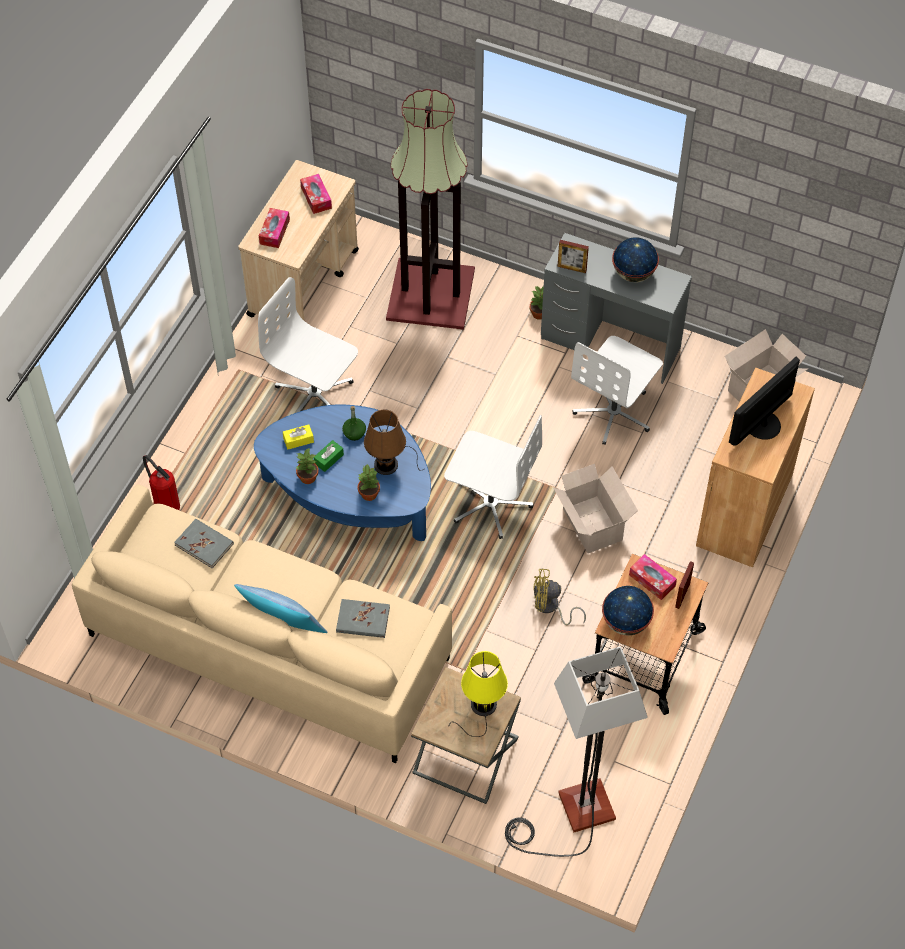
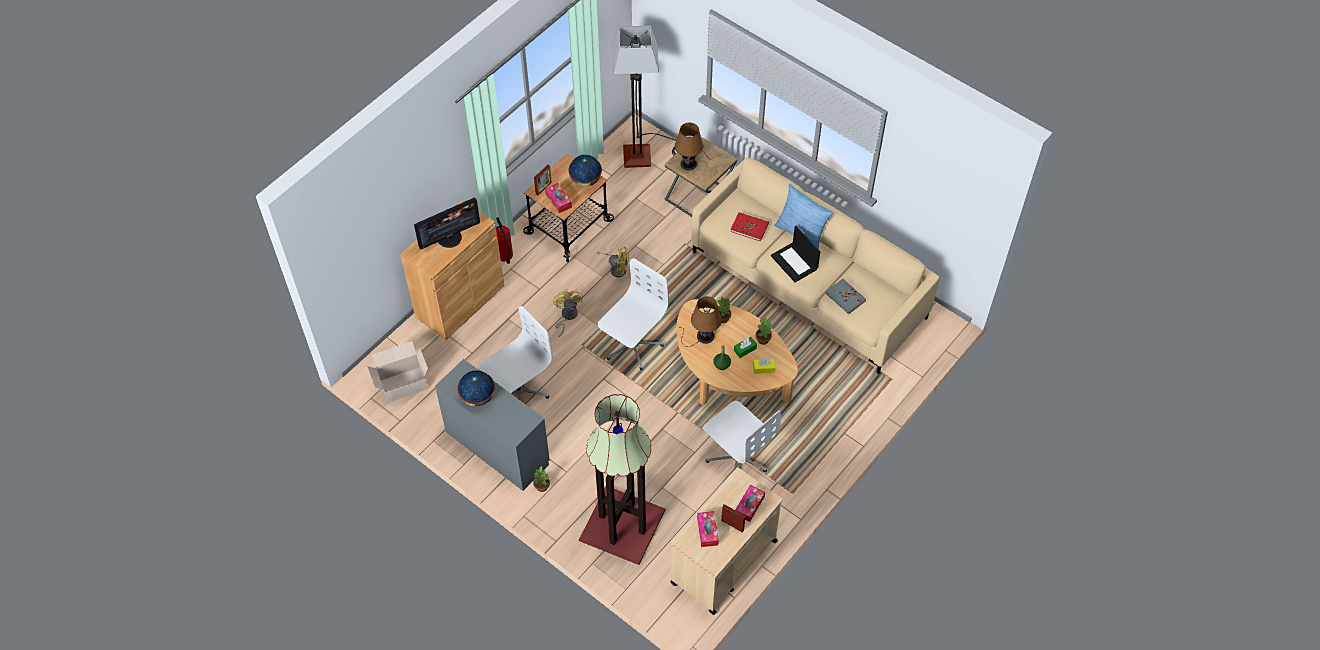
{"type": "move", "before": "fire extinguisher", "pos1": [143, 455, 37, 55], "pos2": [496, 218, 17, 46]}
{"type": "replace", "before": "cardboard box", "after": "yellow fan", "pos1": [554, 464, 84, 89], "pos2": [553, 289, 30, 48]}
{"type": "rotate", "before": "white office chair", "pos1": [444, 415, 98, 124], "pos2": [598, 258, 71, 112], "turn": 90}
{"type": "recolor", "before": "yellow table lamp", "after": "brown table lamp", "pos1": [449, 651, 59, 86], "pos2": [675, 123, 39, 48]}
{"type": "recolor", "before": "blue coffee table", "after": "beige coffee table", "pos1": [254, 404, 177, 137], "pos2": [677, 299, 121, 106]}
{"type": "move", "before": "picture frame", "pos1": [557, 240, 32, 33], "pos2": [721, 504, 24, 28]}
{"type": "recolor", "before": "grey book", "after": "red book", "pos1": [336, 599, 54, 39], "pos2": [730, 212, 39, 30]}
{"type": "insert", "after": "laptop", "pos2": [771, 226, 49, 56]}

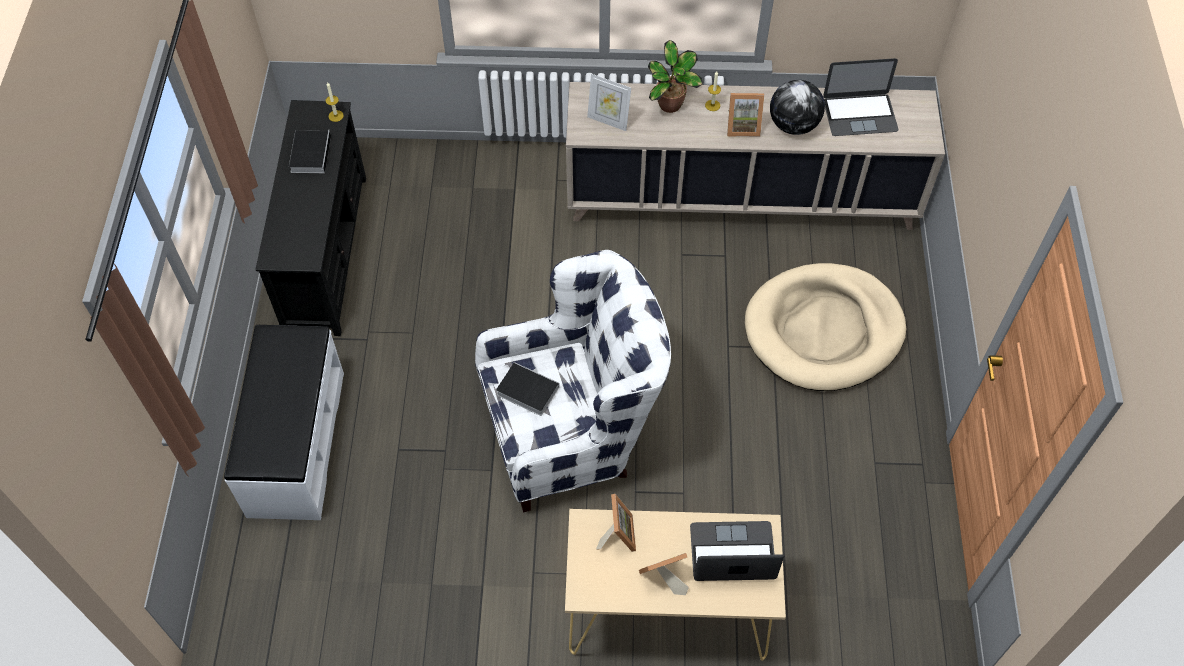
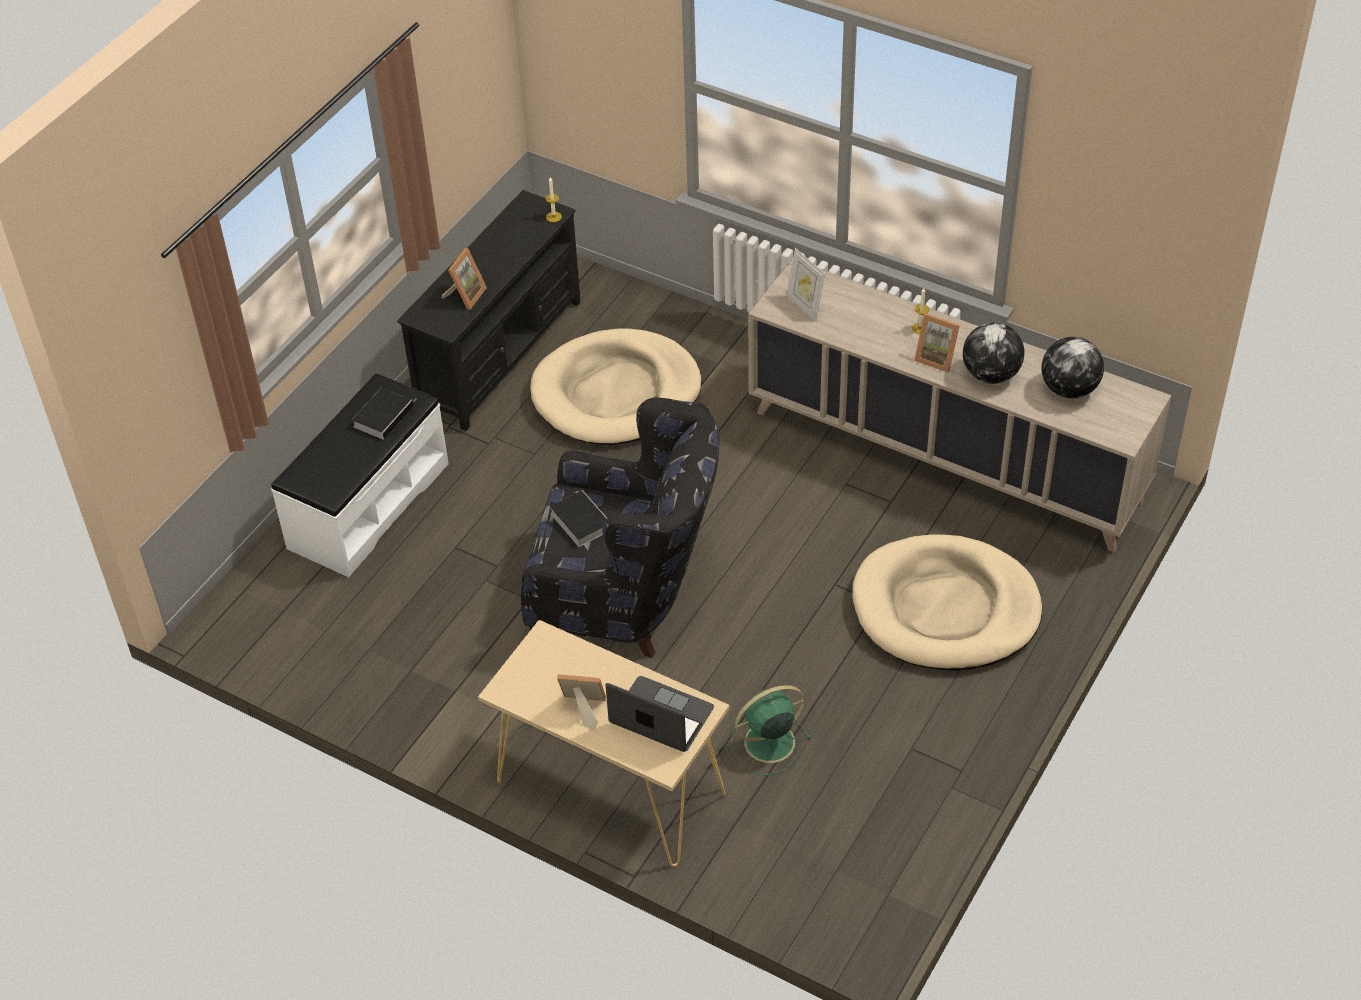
{"type": "move", "before": "book", "pos1": [289, 129, 42, 44], "pos2": [352, 388, 65, 52]}
{"type": "move", "before": "picture frame", "pos1": [596, 494, 40, 58], "pos2": [442, 248, 45, 62]}
{"type": "recolor", "before": "white armchair", "after": "black armchair", "pos1": [475, 250, 196, 263], "pos2": [521, 397, 198, 261]}
{"type": "insert", "after": "beige dog bed", "pos2": [530, 328, 172, 117]}
{"type": "insert", "after": "green fan", "pos2": [731, 685, 80, 91]}
{"type": "replace", "before": "laptop", "after": "globe", "pos1": [823, 58, 75, 78], "pos2": [1042, 337, 62, 62]}
{"type": "delete", "before": "potted plant", "pos1": [648, 40, 55, 73]}

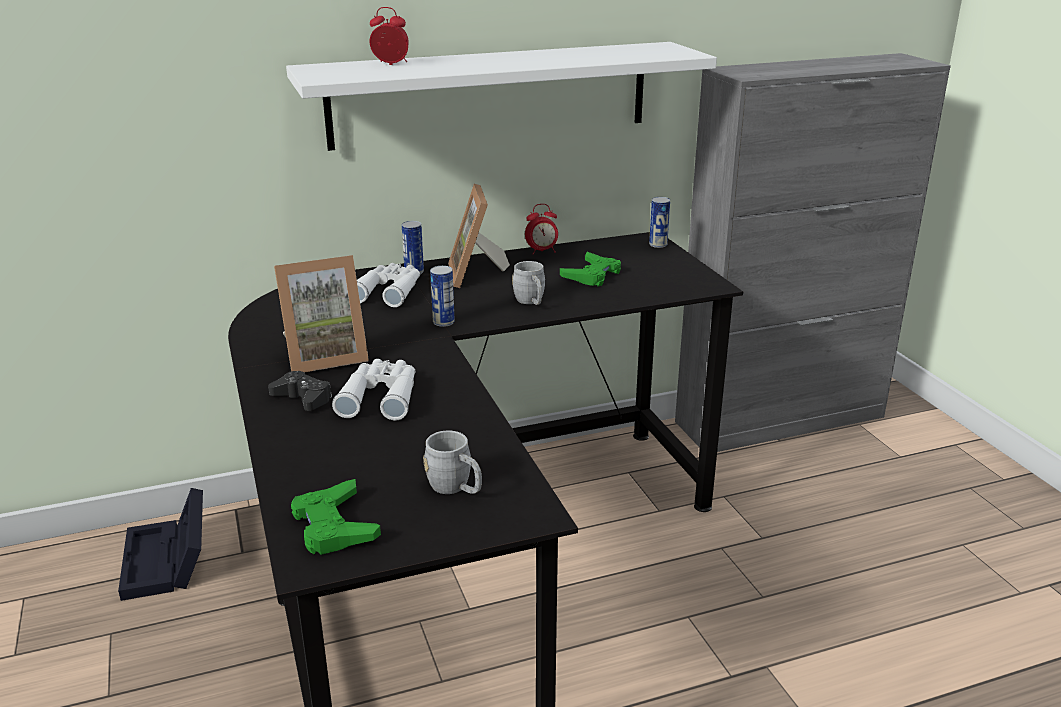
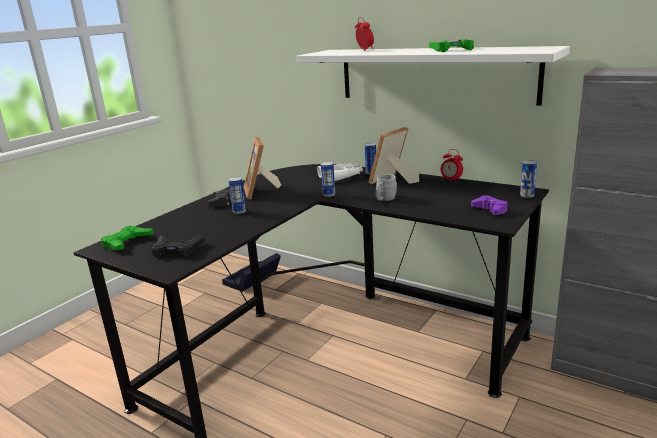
{"type": "replace", "before": "grey mug", "after": "black game controller", "pos1": [423, 430, 59, 64], "pos2": [151, 234, 53, 23]}
{"type": "replace", "before": "white binoculars", "after": "can", "pos1": [332, 359, 84, 61], "pos2": [228, 177, 18, 37]}
{"type": "rotate", "before": "picture frame", "pos1": [274, 255, 95, 117], "pos2": [244, 136, 37, 63], "turn": 45}
{"type": "move", "before": "green game controller", "pos1": [560, 252, 61, 34], "pos2": [429, 39, 45, 13]}
{"type": "insert", "after": "purple game controller", "pos2": [471, 195, 37, 20]}

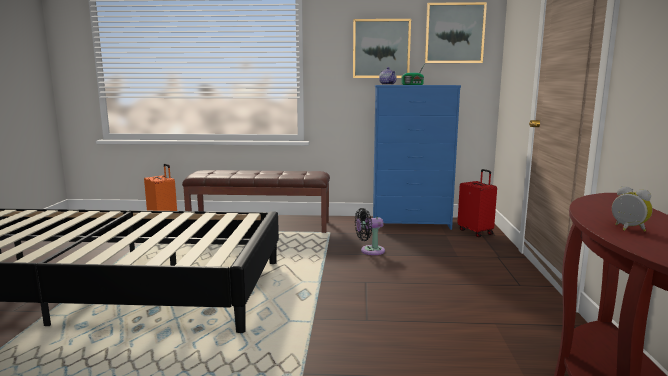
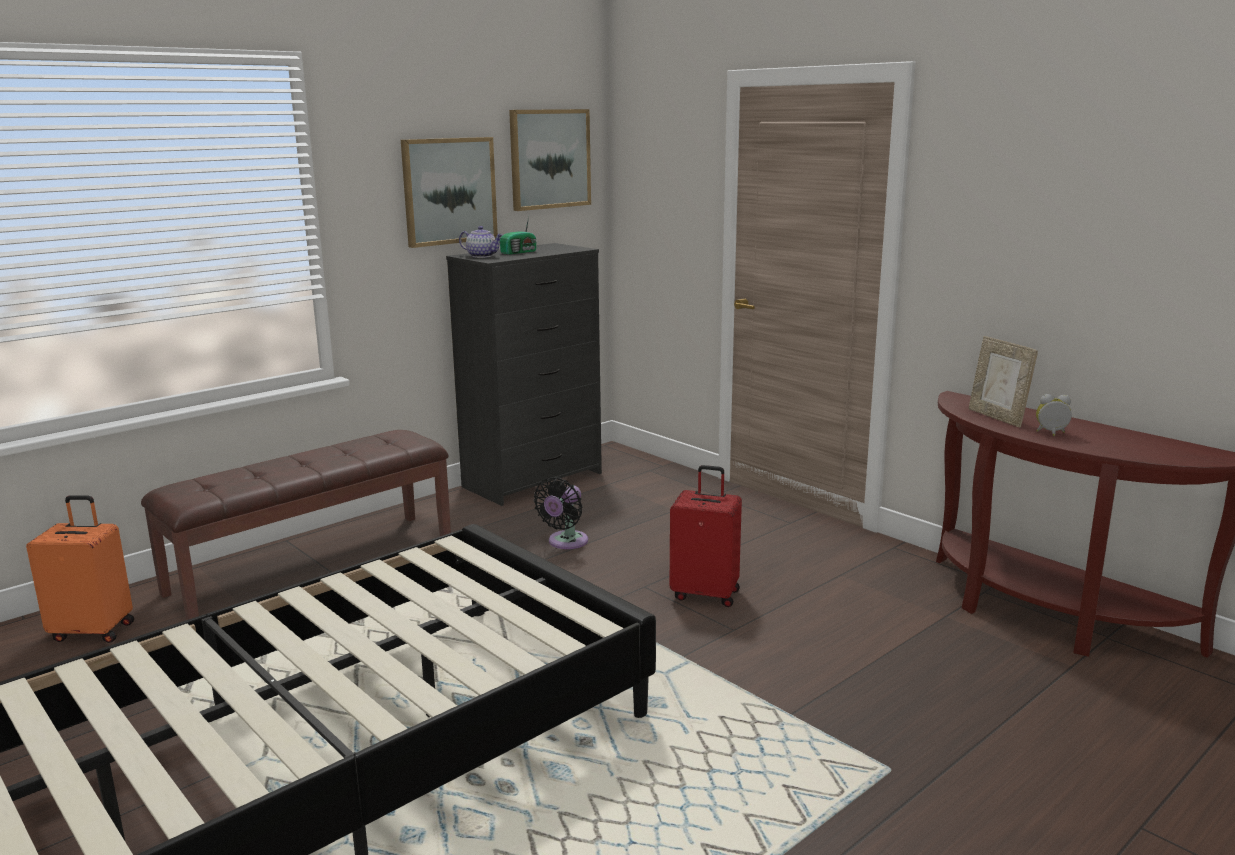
{"type": "recolor", "before": "blue dresser", "after": "black dresser", "pos1": [373, 85, 88, 145], "pos2": [446, 243, 156, 263]}
{"type": "move", "before": "red suitcase", "pos1": [457, 169, 40, 68], "pos2": [670, 465, 72, 142]}
{"type": "insert", "after": "picture frame", "pos2": [969, 336, 69, 91]}

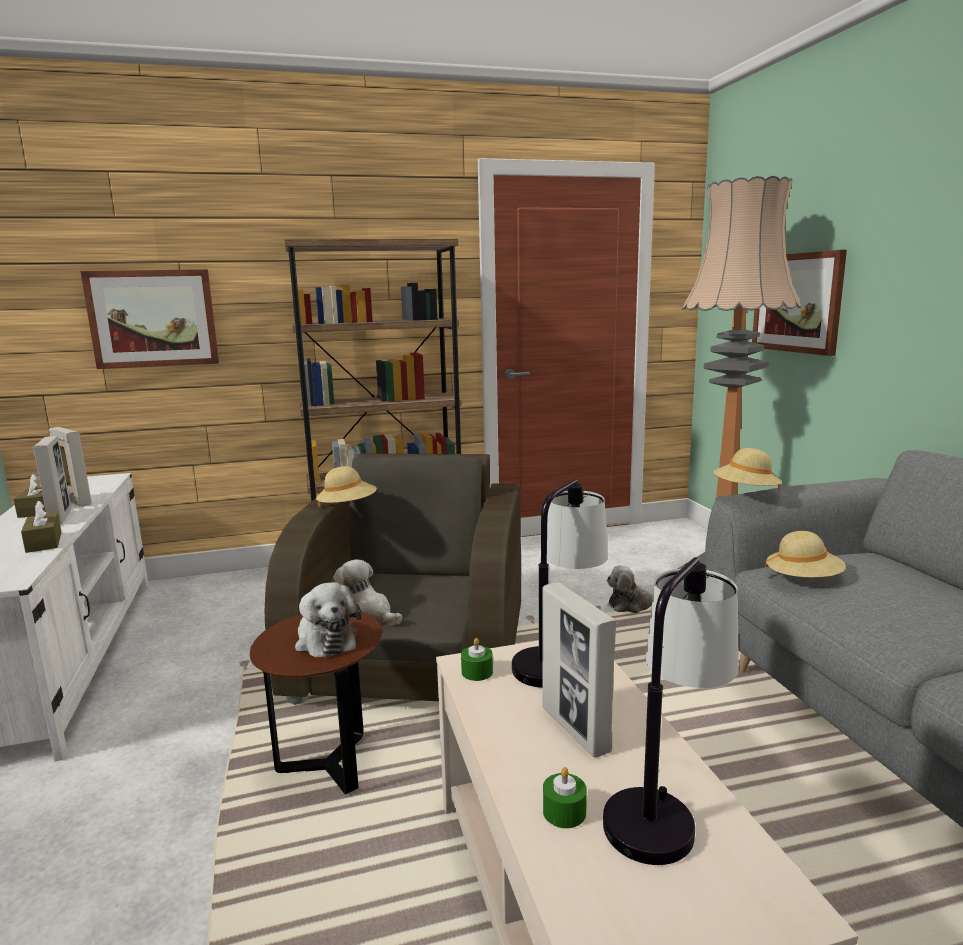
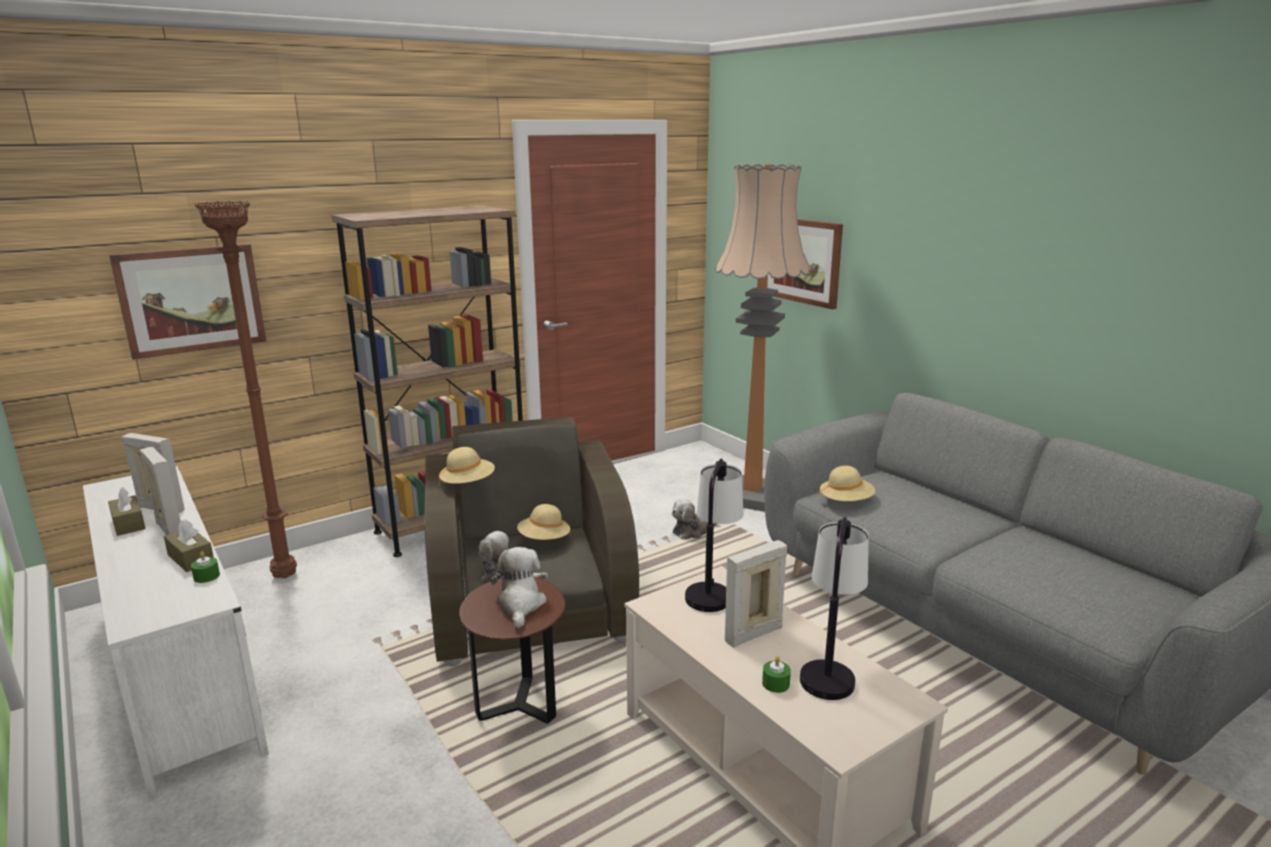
{"type": "move", "before": "green candle", "pos1": [461, 638, 32, 43], "pos2": [191, 551, 29, 32]}
{"type": "insert", "after": "brown floor lamp", "pos2": [194, 201, 103, 377]}
{"type": "rotate", "before": "plush toy", "pos1": [295, 582, 67, 76], "pos2": [490, 547, 56, 81], "turn": -135}
{"type": "move", "before": "beige hat", "pos1": [713, 448, 69, 44], "pos2": [517, 504, 54, 36]}
{"type": "rotate", "before": "picture frame", "pos1": [542, 582, 75, 175], "pos2": [725, 540, 62, 107], "turn": 105}

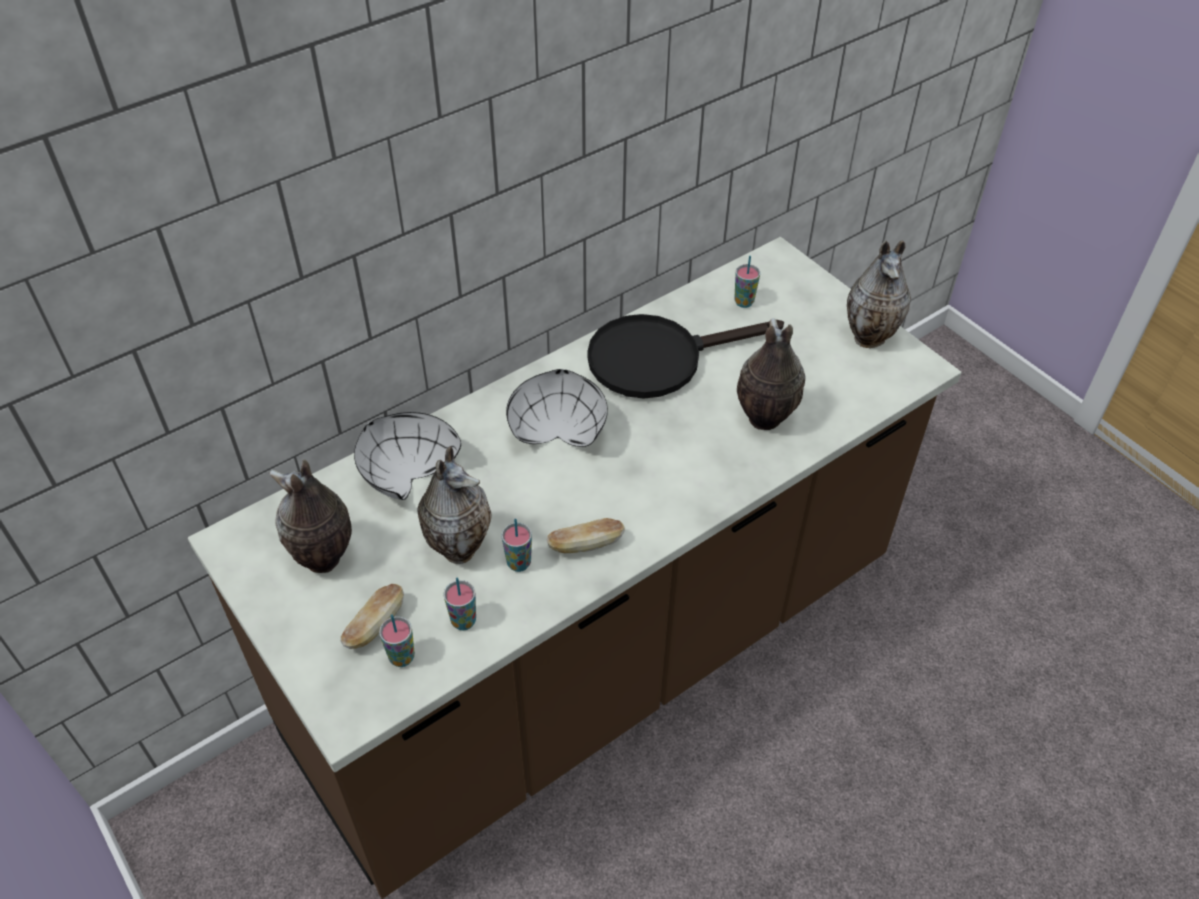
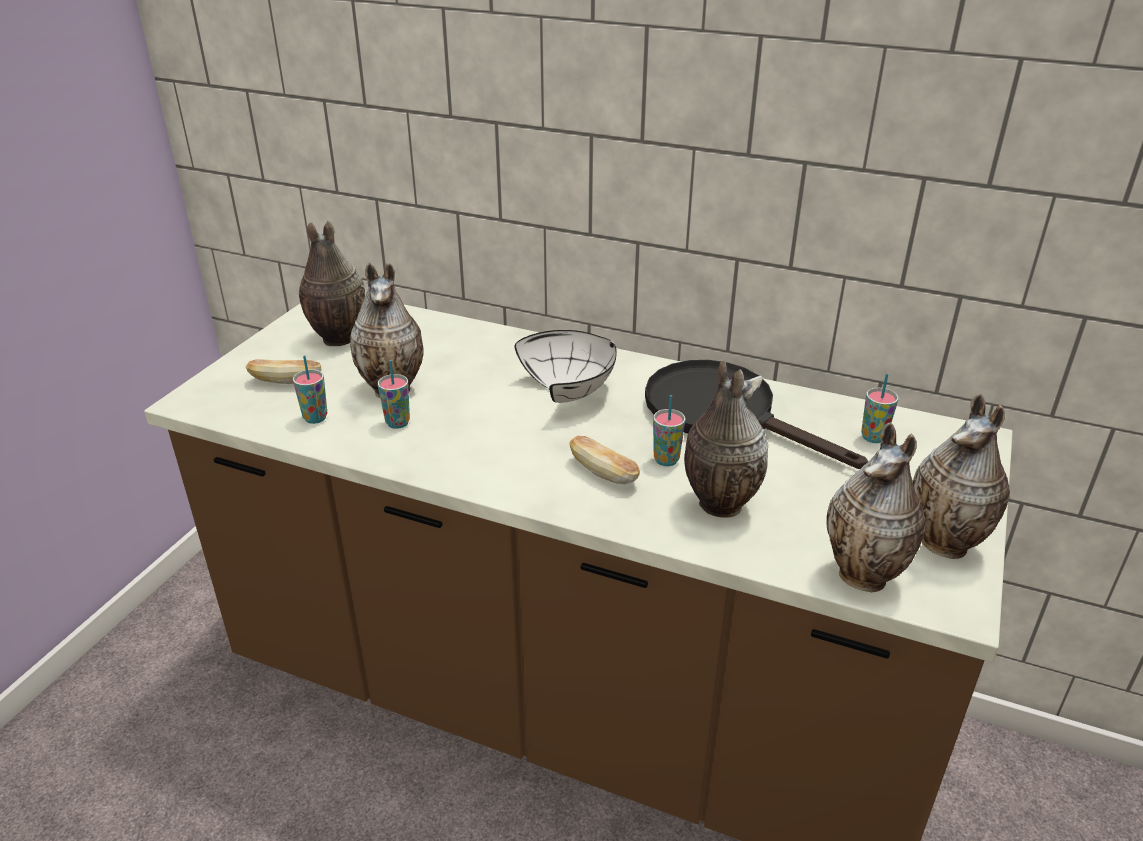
{"type": "move", "before": "bread", "pos1": [546, 518, 78, 35], "pos2": [569, 436, 71, 48]}
{"type": "move", "before": "cup", "pos1": [379, 615, 36, 52], "pos2": [653, 395, 32, 71]}
{"type": "insert", "after": "vase", "pos2": [826, 423, 100, 169]}
{"type": "delete", "before": "white bowl", "pos1": [354, 412, 107, 88]}

